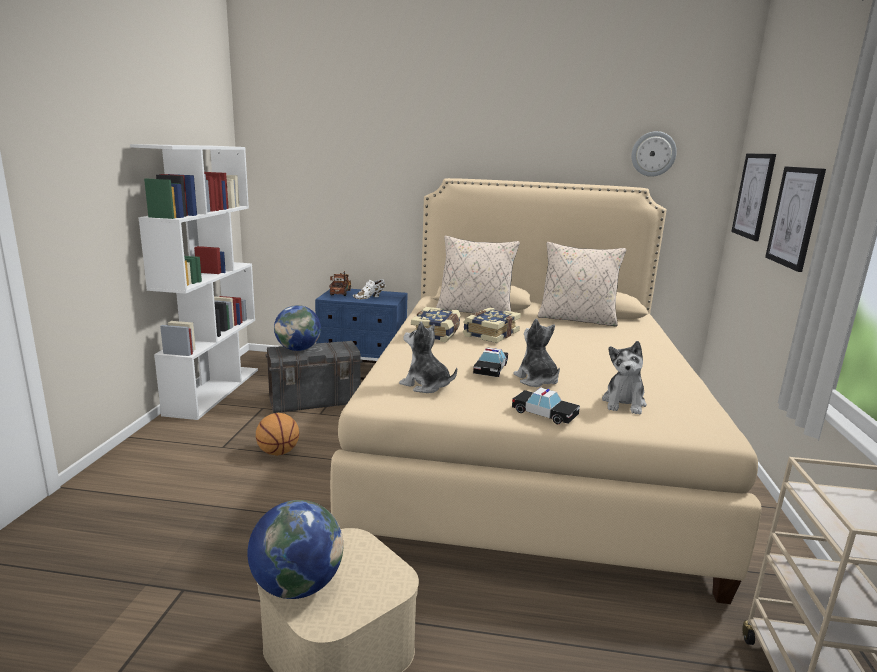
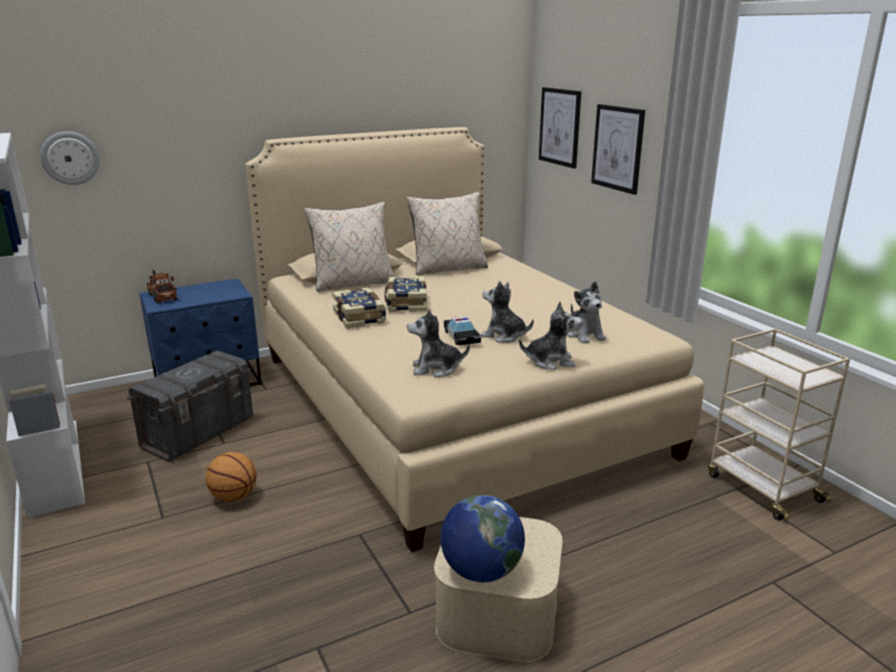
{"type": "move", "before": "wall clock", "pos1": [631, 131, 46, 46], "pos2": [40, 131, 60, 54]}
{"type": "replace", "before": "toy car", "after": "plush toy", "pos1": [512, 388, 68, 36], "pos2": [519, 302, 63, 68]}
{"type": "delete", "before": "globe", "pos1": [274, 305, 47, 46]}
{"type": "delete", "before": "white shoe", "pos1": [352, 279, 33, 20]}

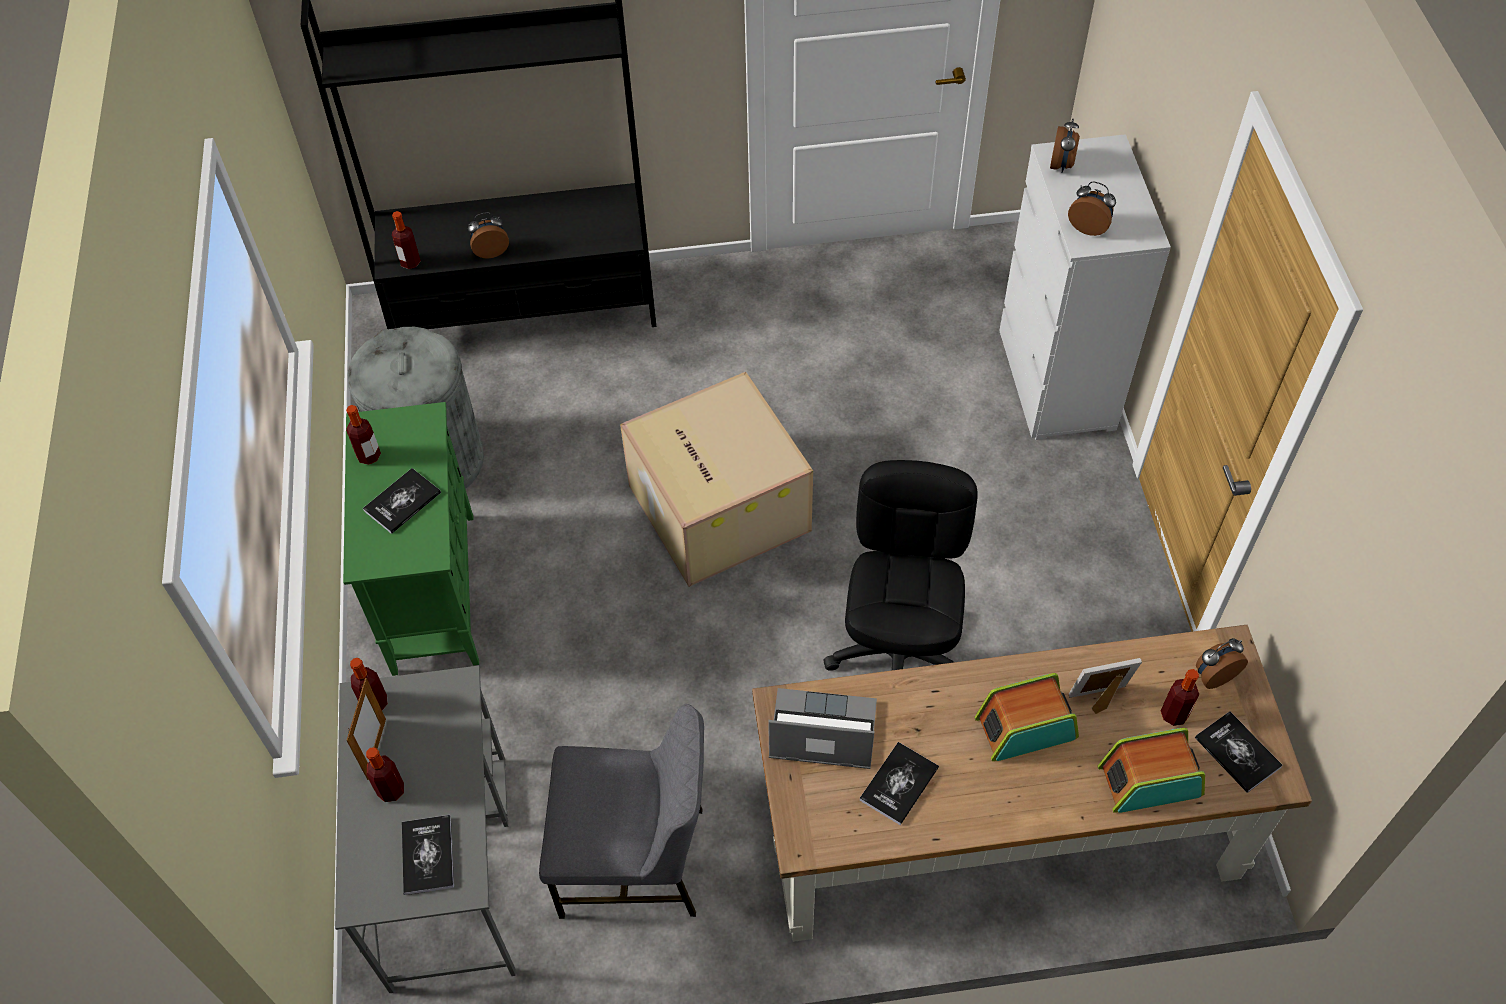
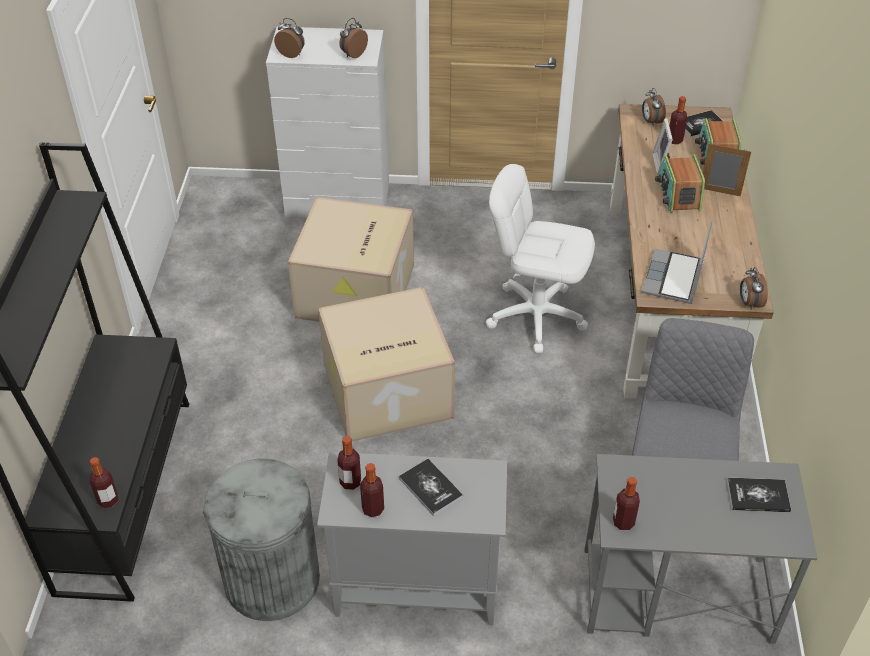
{"type": "insert", "after": "cardboard box", "pos2": [288, 197, 126, 125]}
{"type": "recolor", "before": "green cabinet", "after": "grey cabinet", "pos1": [343, 402, 136, 274], "pos2": [317, 452, 190, 173]}
{"type": "move", "before": "bottle", "pos1": [366, 747, 38, 55], "pos2": [337, 436, 24, 54]}
{"type": "recolor", "before": "black office chair", "after": "white office chair", "pos1": [823, 460, 155, 211], "pos2": [486, 164, 109, 189]}
{"type": "move", "before": "picture frame", "pos1": [346, 678, 40, 102], "pos2": [703, 144, 48, 52]}
{"type": "move", "before": "alarm clock", "pos1": [468, 212, 41, 47], "pos2": [740, 267, 28, 43]}
{"type": "delete", "before": "book", "pos1": [860, 742, 79, 83]}

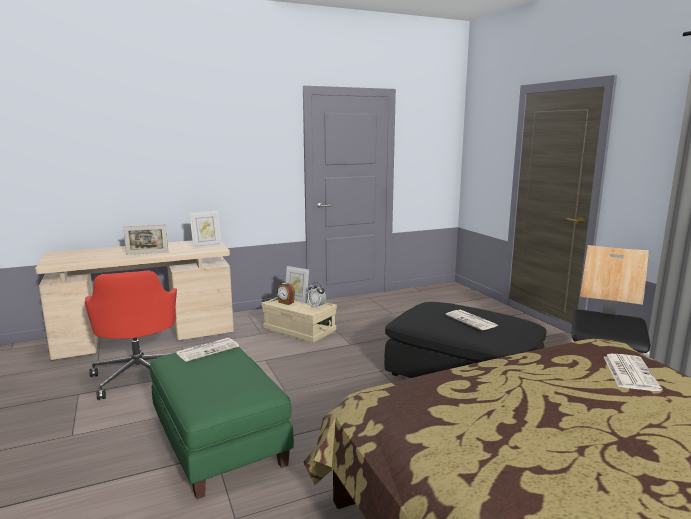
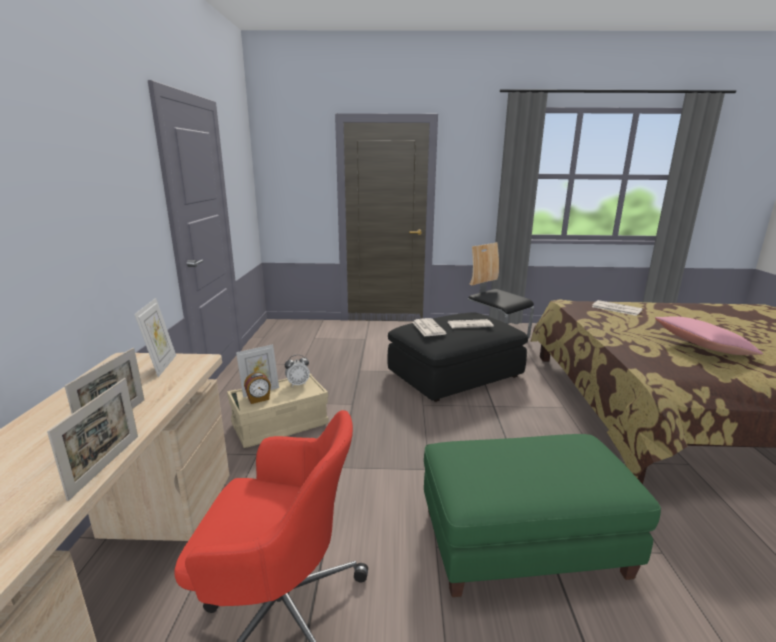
{"type": "insert", "after": "picture frame", "pos2": [47, 378, 91, 123]}
{"type": "move", "before": "newspaper", "pos1": [177, 338, 62, 24], "pos2": [412, 318, 34, 19]}
{"type": "insert", "after": "pink pillow", "pos2": [655, 316, 108, 39]}

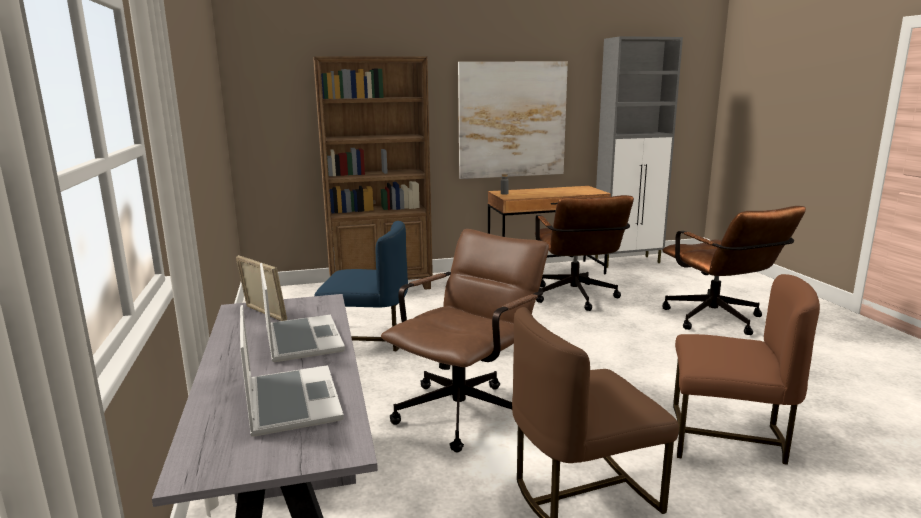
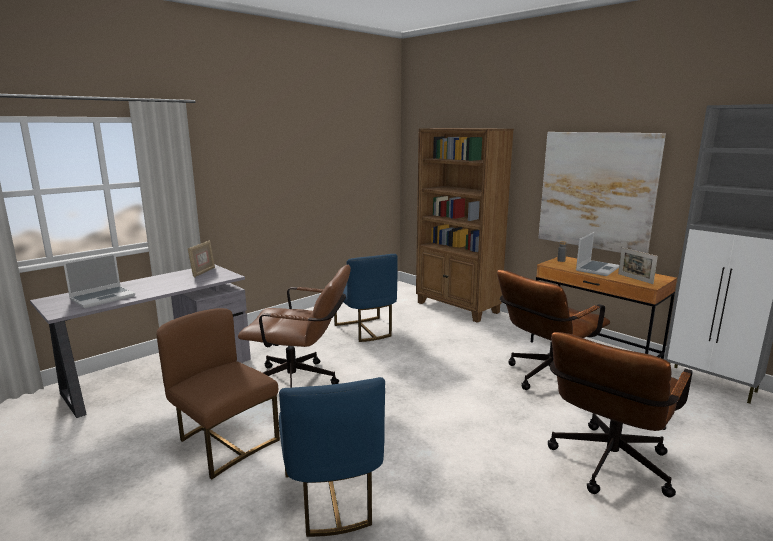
{"type": "recolor", "before": "brown chair", "after": "blue chair", "pos1": [673, 274, 147, 191], "pos2": [279, 377, 106, 160]}
{"type": "move", "before": "laptop", "pos1": [260, 263, 85, 99], "pos2": [576, 232, 43, 44]}
{"type": "insert", "after": "picture frame", "pos2": [618, 247, 40, 37]}

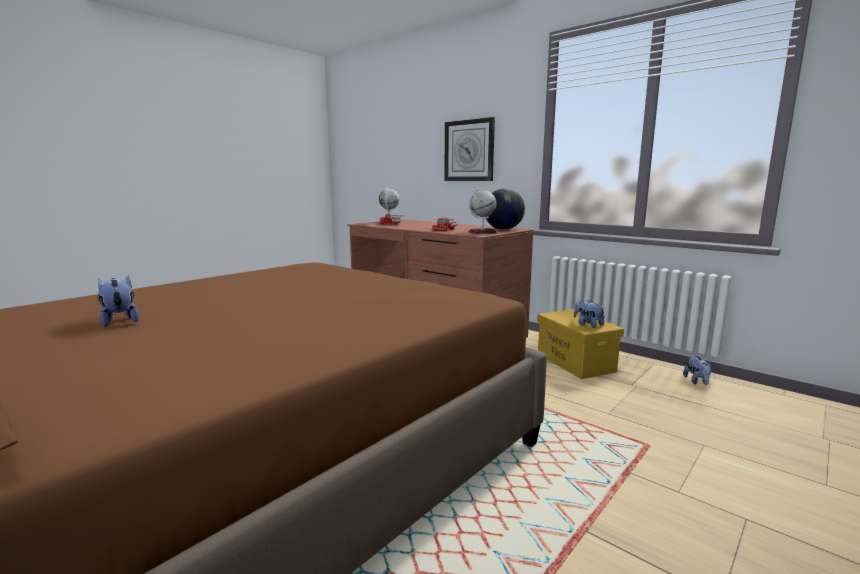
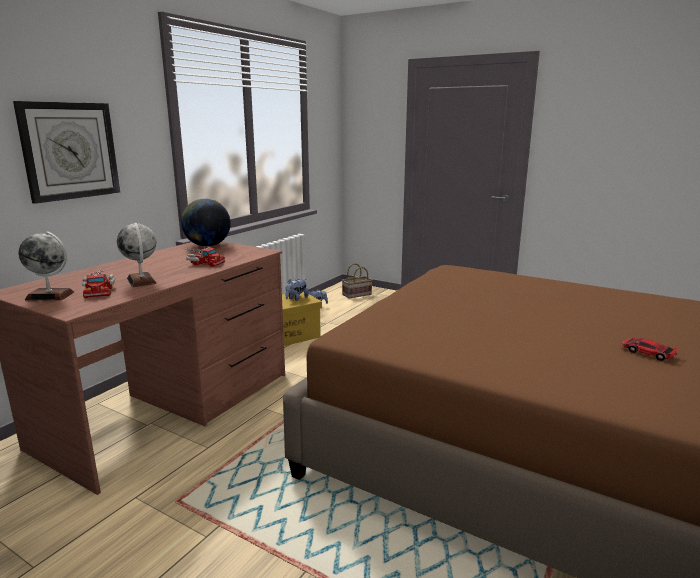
{"type": "move", "before": "globe", "pos1": [468, 189, 29, 45], "pos2": [117, 223, 40, 64]}
{"type": "insert", "after": "basket", "pos2": [342, 263, 30, 36]}
{"type": "replace", "before": "plush toy", "after": "toy car", "pos1": [98, 276, 41, 51], "pos2": [620, 338, 59, 23]}

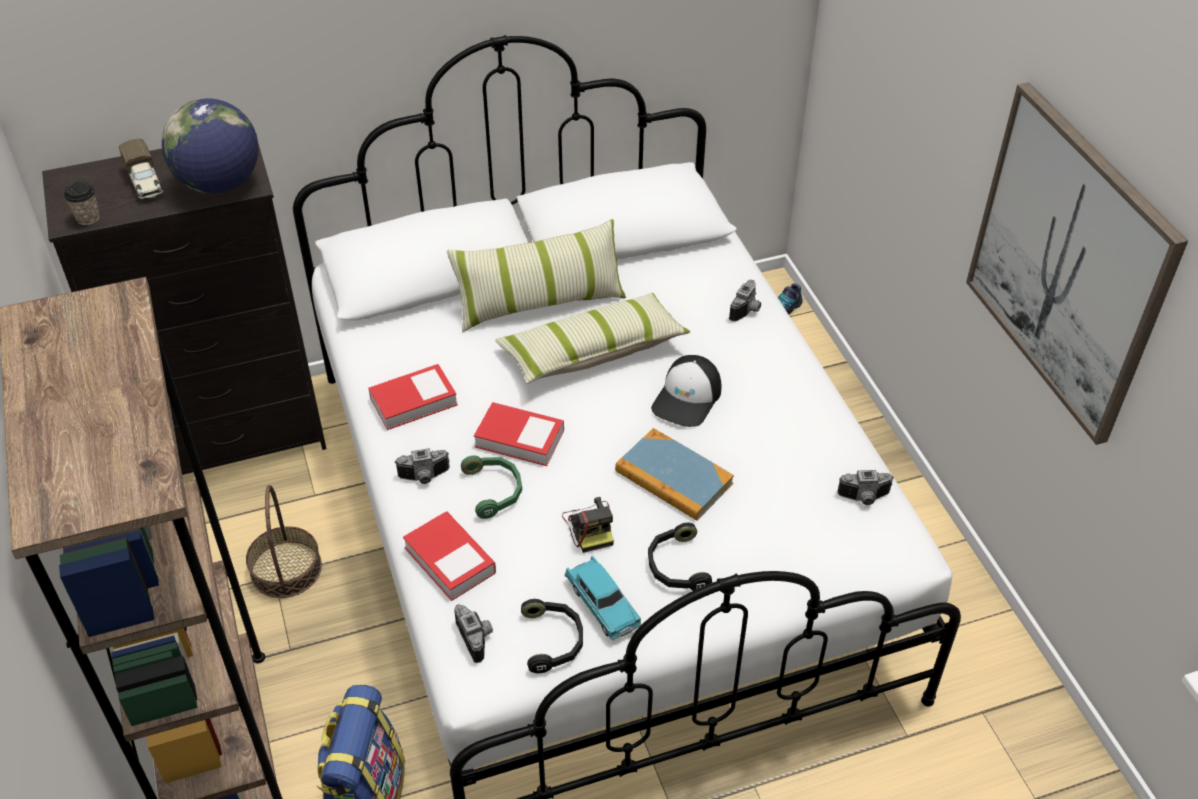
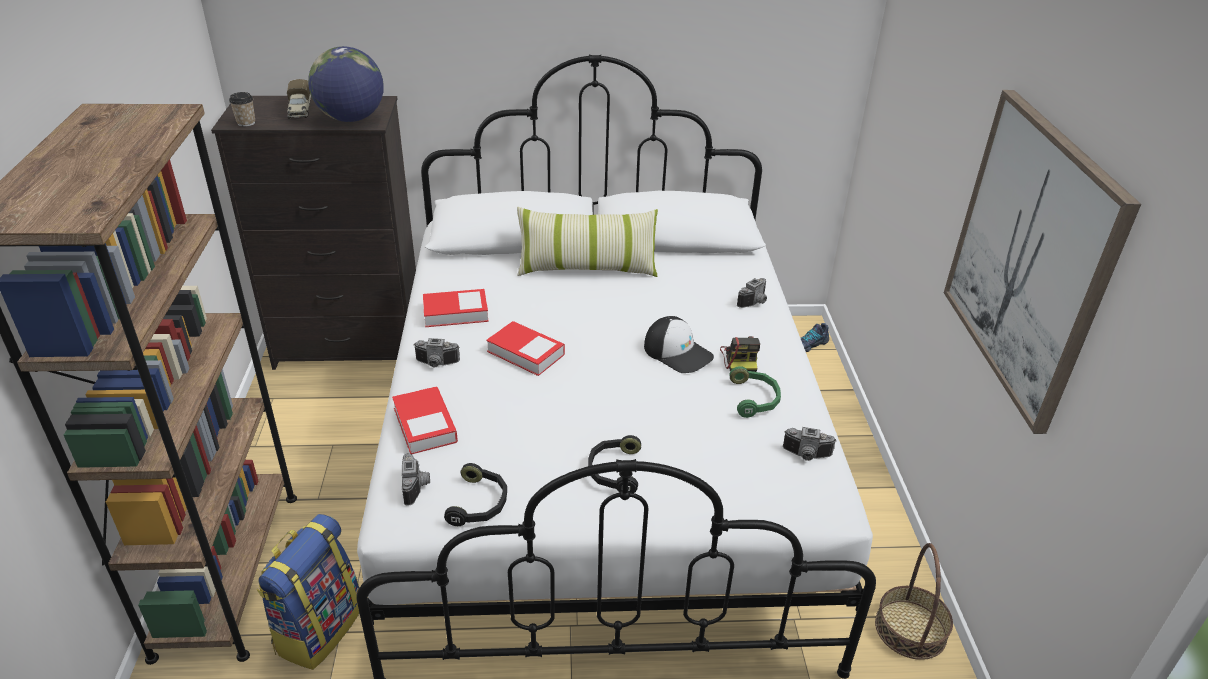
{"type": "rotate", "before": "cap", "pos1": [651, 355, 70, 72], "pos2": [644, 316, 70, 57], "turn": -90}
{"type": "move", "before": "photo camera", "pos1": [562, 497, 52, 56], "pos2": [720, 336, 40, 36]}
{"type": "move", "before": "green headphones", "pos1": [461, 456, 61, 63], "pos2": [730, 366, 51, 52]}
{"type": "move", "before": "basket", "pos1": [246, 485, 76, 113], "pos2": [875, 543, 78, 117]}
{"type": "delete", "before": "pillow", "pos1": [495, 293, 195, 91]}
{"type": "delete", "before": "turquoise toy car", "pos1": [564, 556, 78, 85]}
{"type": "delete", "before": "book", "pos1": [615, 428, 119, 93]}

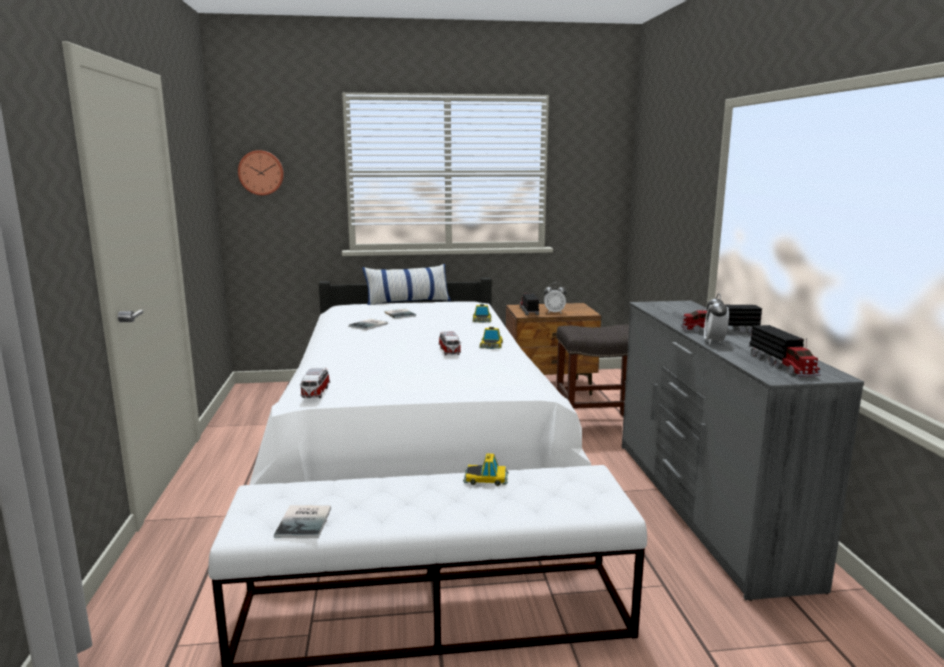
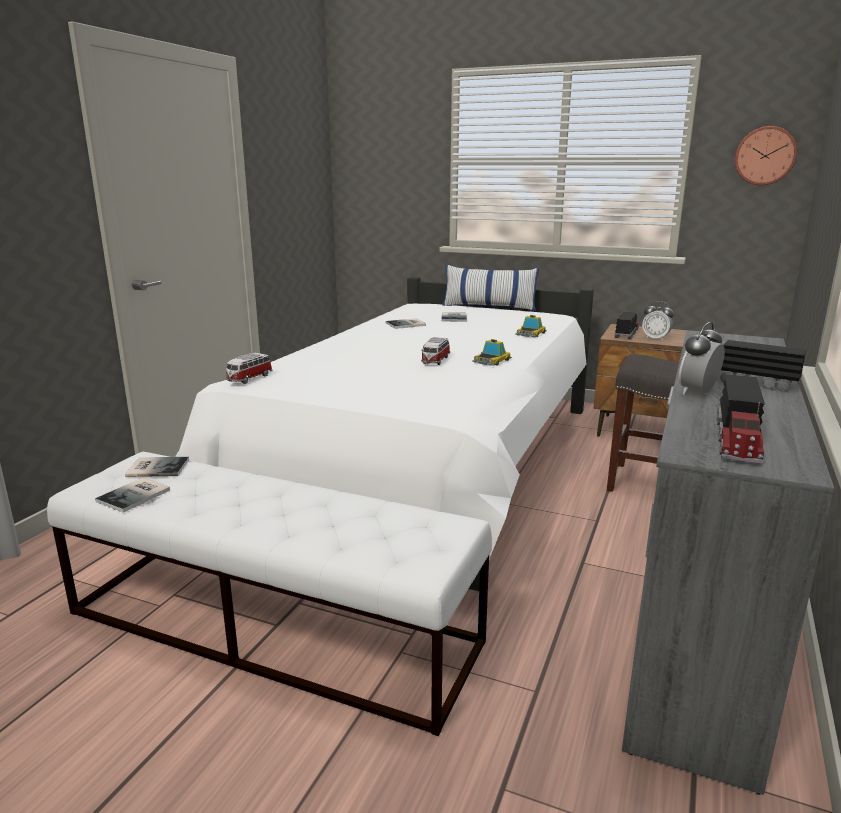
{"type": "insert", "after": "book", "pos2": [125, 457, 64, 20]}
{"type": "move", "before": "wall clock", "pos1": [238, 150, 46, 45], "pos2": [735, 126, 62, 59]}
{"type": "delete", "before": "toy car", "pos1": [463, 453, 46, 33]}

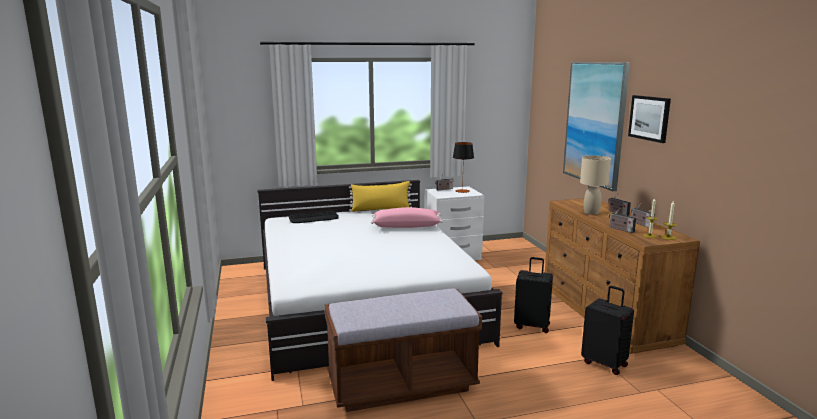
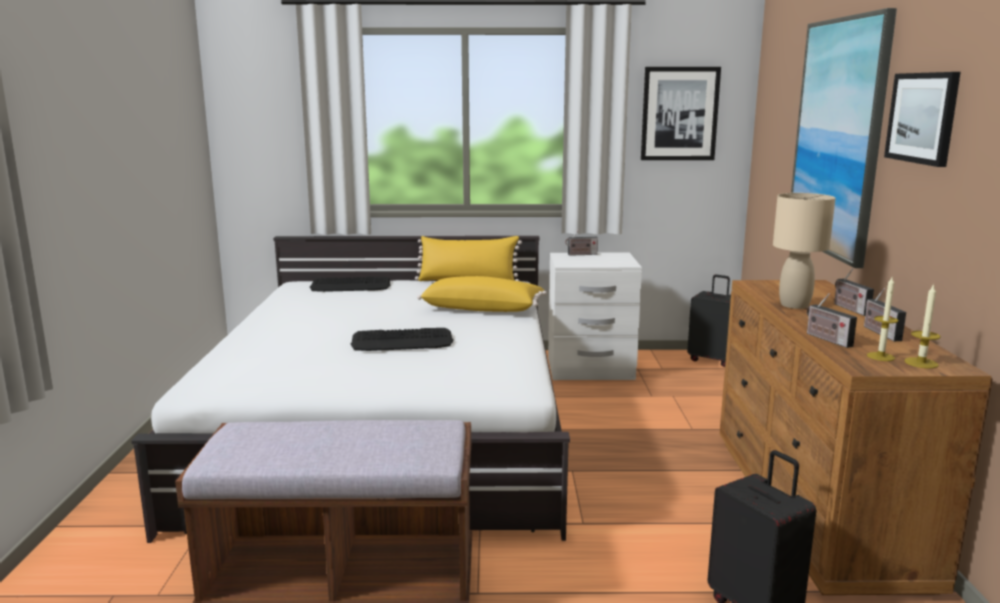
{"type": "insert", "after": "keyboard", "pos2": [350, 328, 103, 23]}
{"type": "recolor", "before": "pink pillow", "after": "yellow pillow", "pos1": [371, 207, 72, 21], "pos2": [417, 276, 130, 36]}
{"type": "insert", "after": "picture", "pos2": [641, 67, 80, 93]}
{"type": "move", "before": "black suitcase", "pos1": [514, 257, 39, 76], "pos2": [687, 275, 44, 92]}
{"type": "delete", "before": "table lamp", "pos1": [453, 142, 21, 51]}

